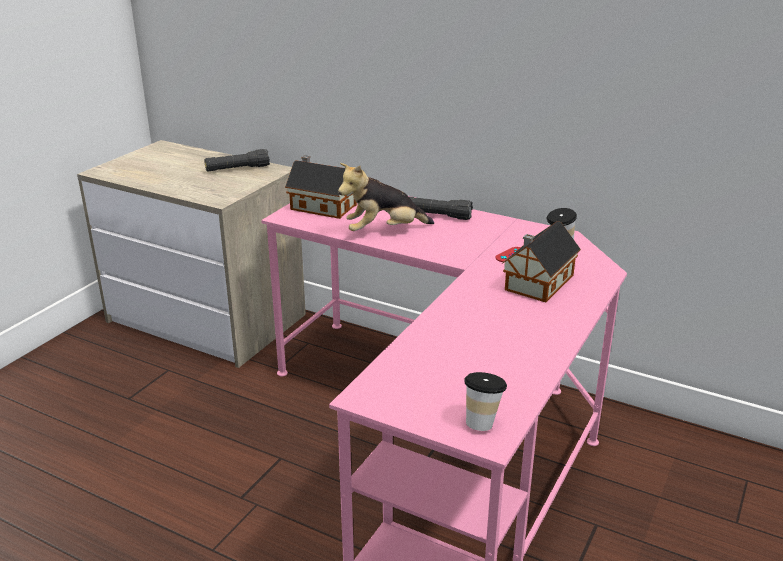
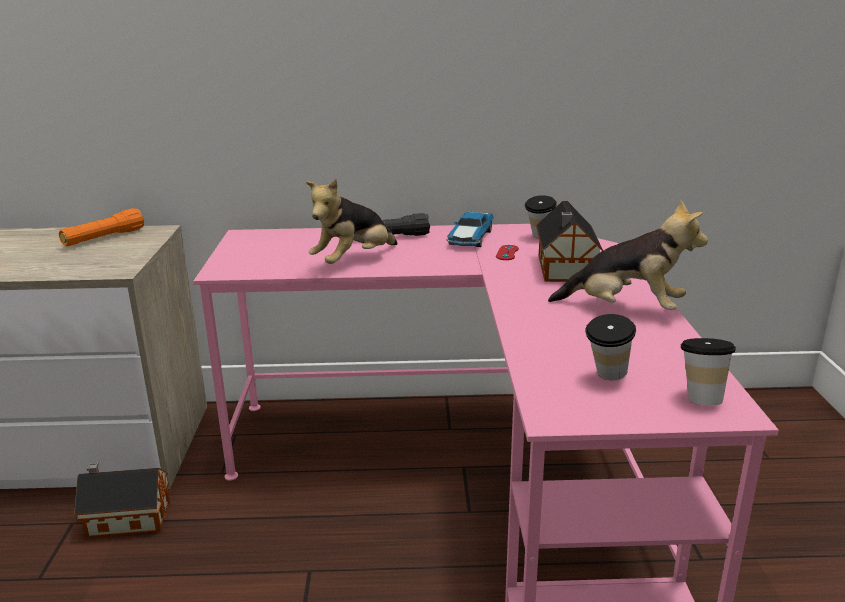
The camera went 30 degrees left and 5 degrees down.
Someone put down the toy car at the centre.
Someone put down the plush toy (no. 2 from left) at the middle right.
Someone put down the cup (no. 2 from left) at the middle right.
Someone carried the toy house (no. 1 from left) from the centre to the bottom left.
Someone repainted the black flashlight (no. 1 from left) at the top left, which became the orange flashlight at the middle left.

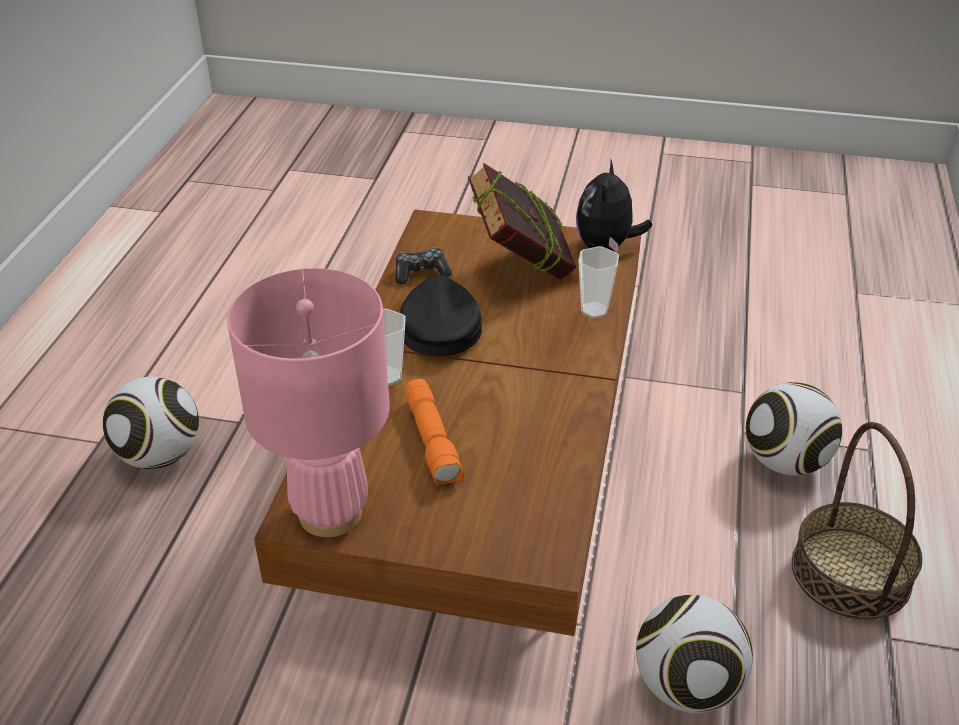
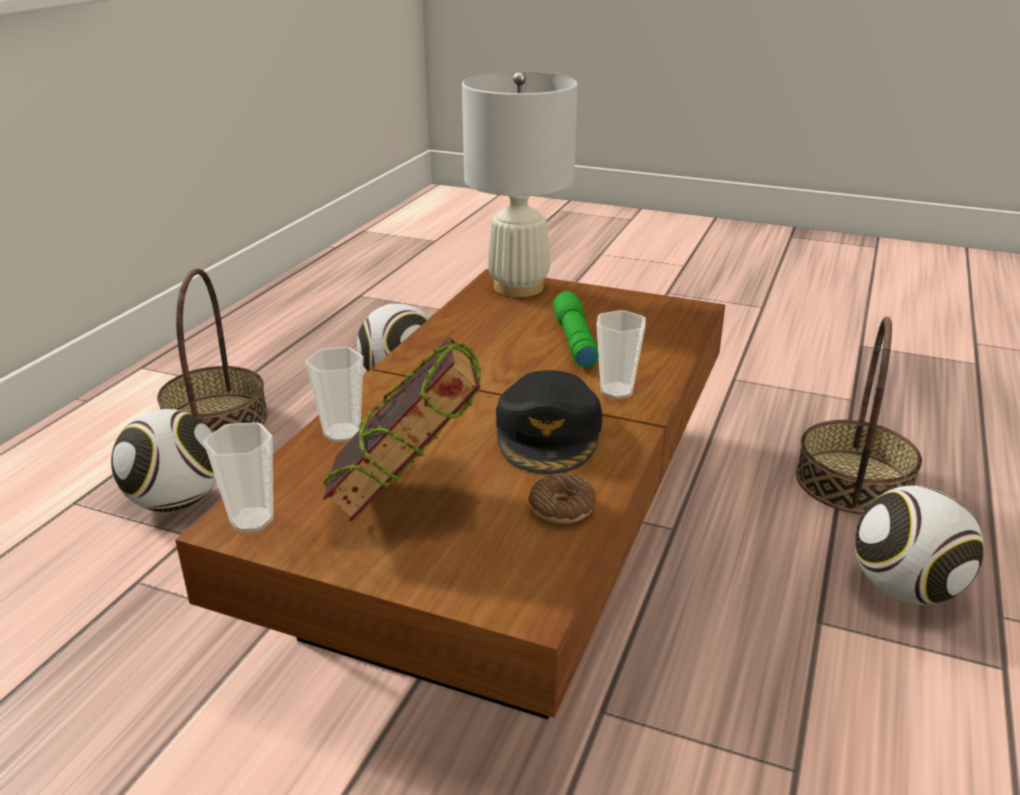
The camera went 170 degrees left and 10 degrees down.
Someone took away the pink table lamp at the middle left.
Someone put down the white table lamp at the top centre.
Someone put down the basket (no. 2 from left) at the middle right.
Someone swapped the game controller at the centre for the donut at the centre.
Someone swapped the plush toy at the top centre for the cup (no. 1 from left) at the middle left.
Someone repainted the orange flashlight at the centre, which became the green flashlight at the centre.

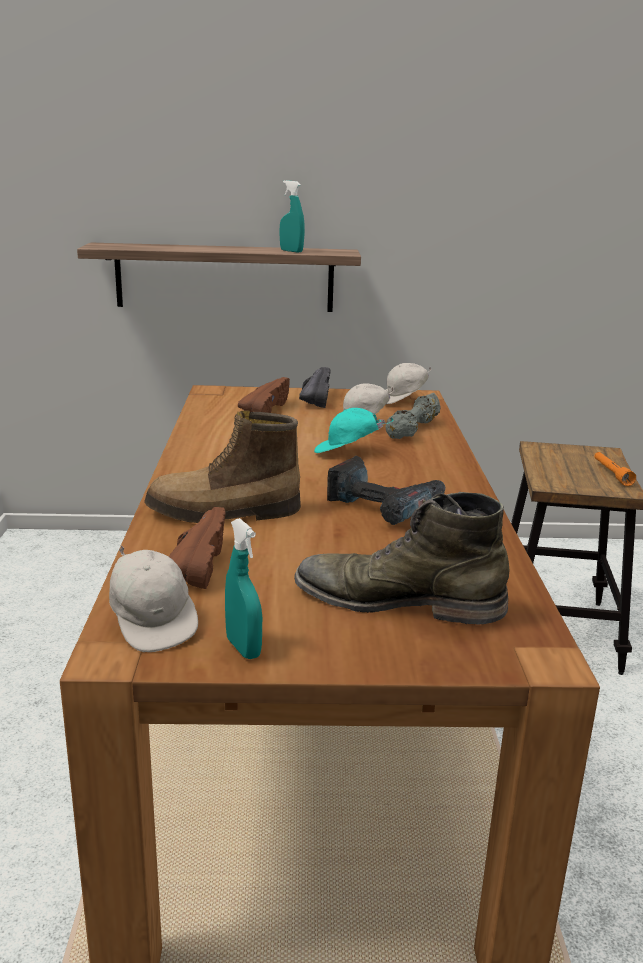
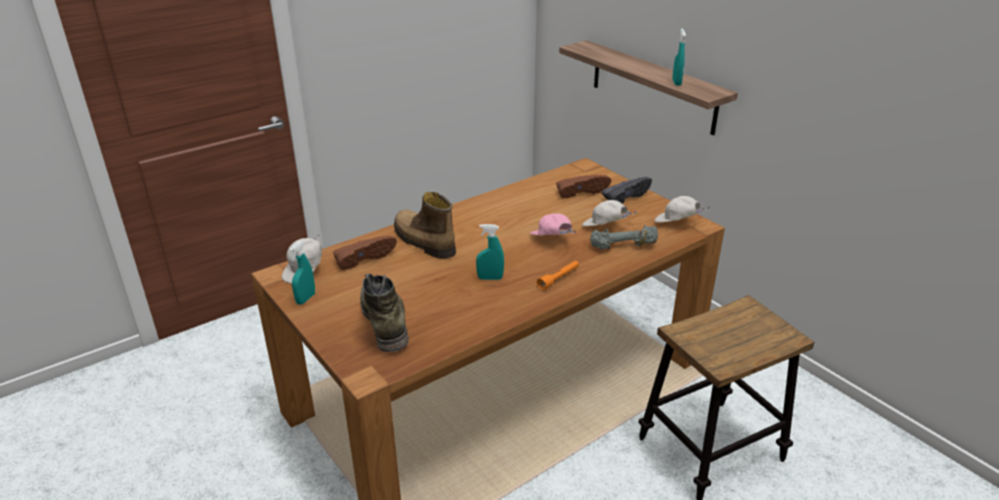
The camera went 55 degrees right and 10 degrees up.
Someone carried the orange flashlight from the middle right to the centre.
Someone swapped the power drill at the centre for the turquoise spray bottle (no. 2 from left) at the centre.
Someone repainted the turquoise cap at the centre, which became the pink cap at the centre.

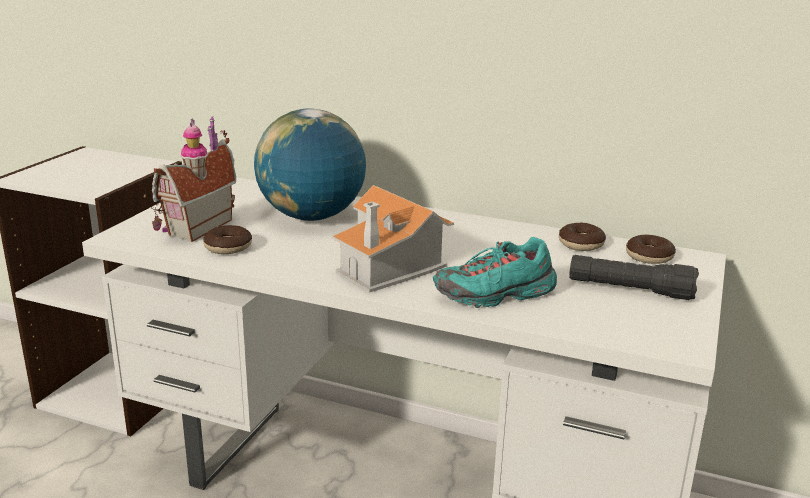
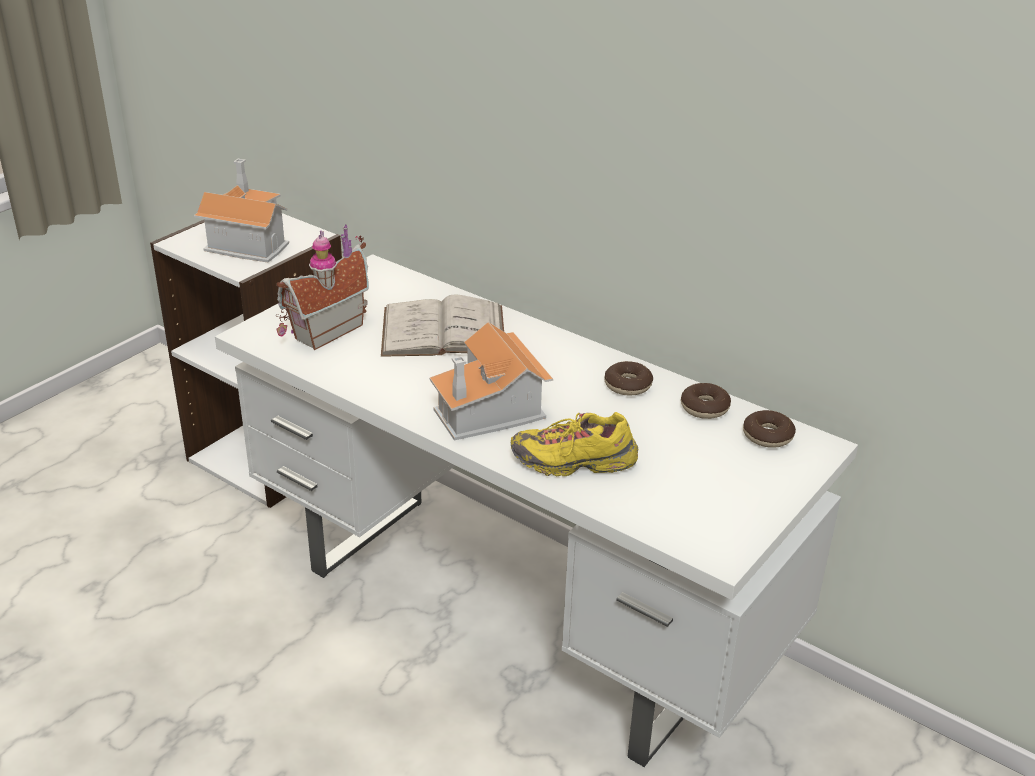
The camera went 15 degrees right and 10 degrees up.
Someone took away the black flashlight at the middle right.
Someone put down the toy house (no. 1 from left) at the top left.
Someone carried the donut (no. 1 from left) from the middle left to the centre.
Someone swapped the globe at the top centre for the white book at the centre.
Someone repainted the turquoise shoe at the centre, which became the yellow shoe at the centre.

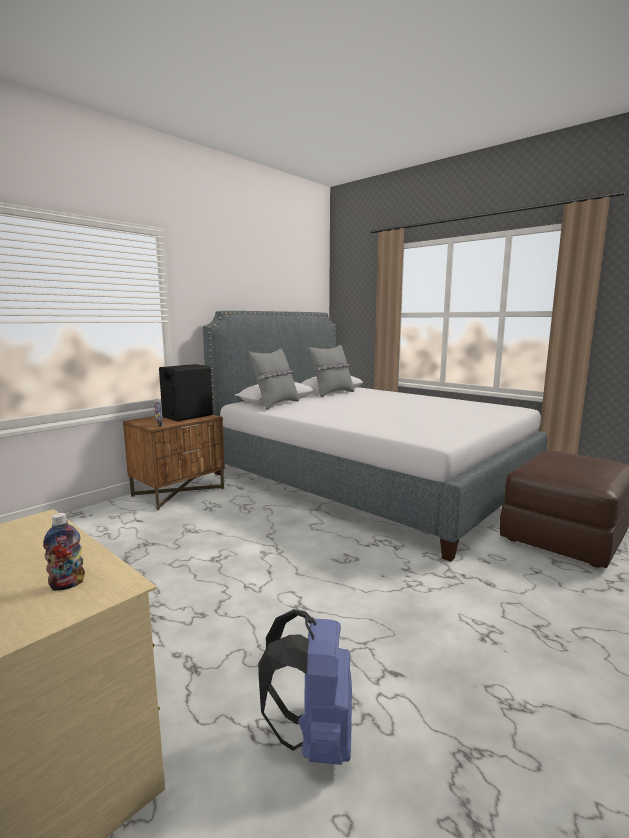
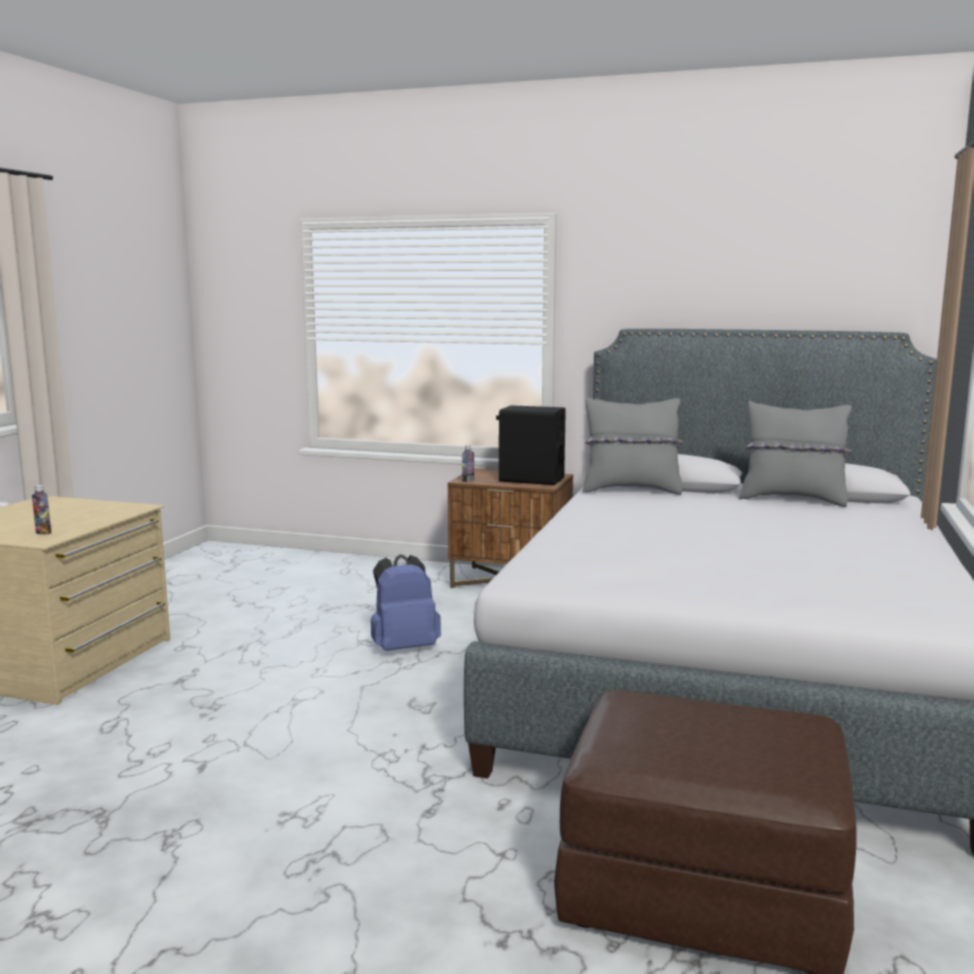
The camera went 65 degrees right and 0 degrees up.
Someone carried the blue backpack from the bottom centre to the centre.

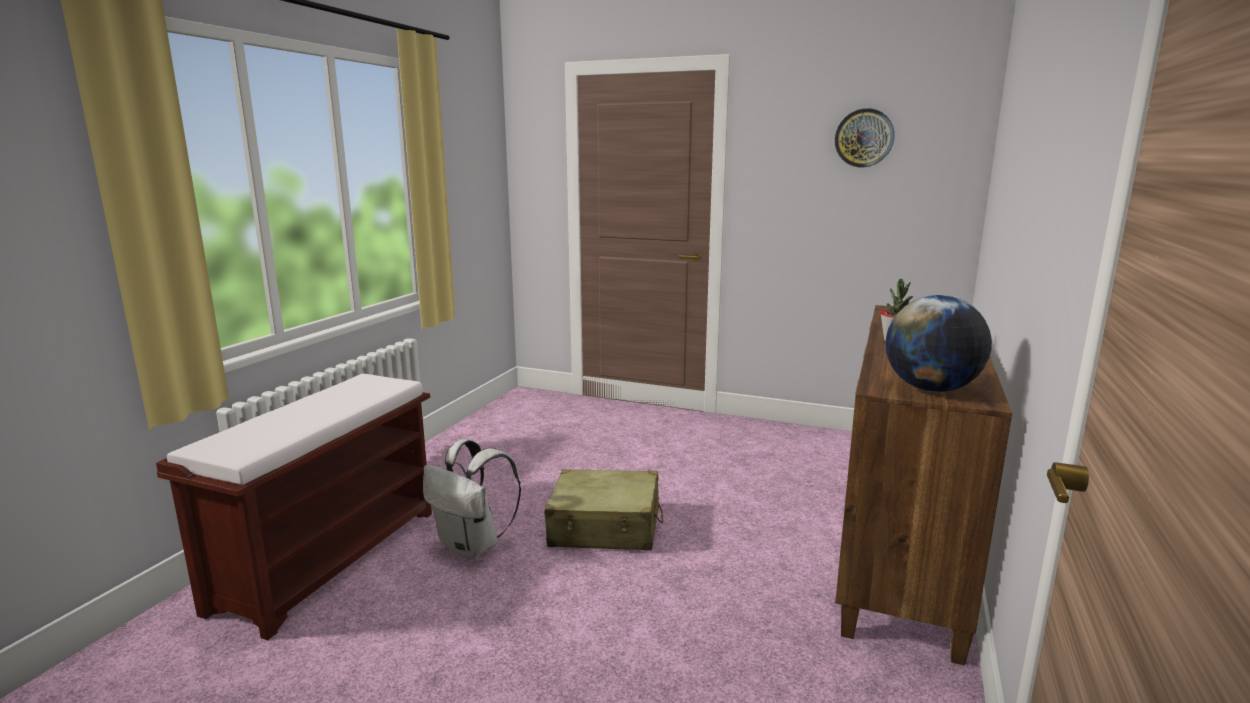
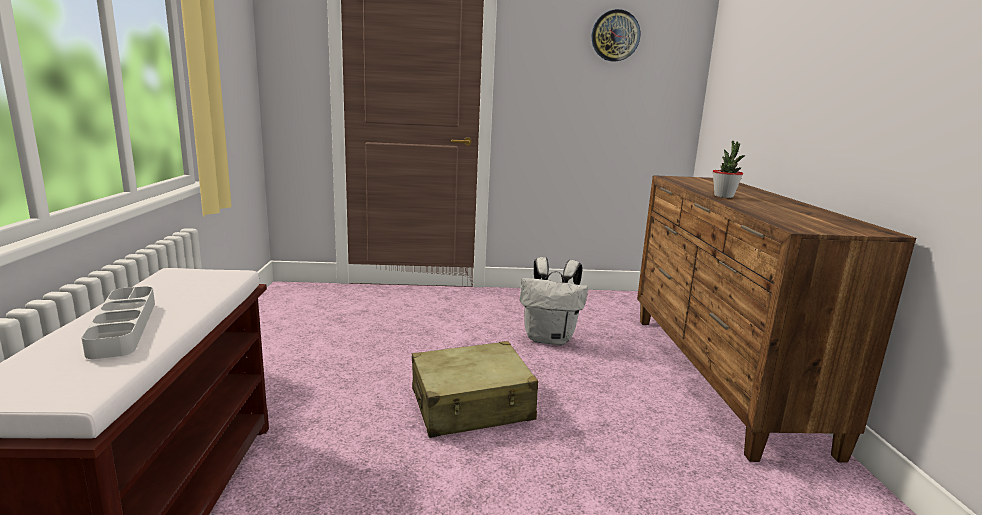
The camera went 25 degrees left and 0 degrees up.
Someone took away the globe at the middle right.
Someone put down the grey tray at the middle left.
Someone carried the white backpack from the bottom centre to the centre.

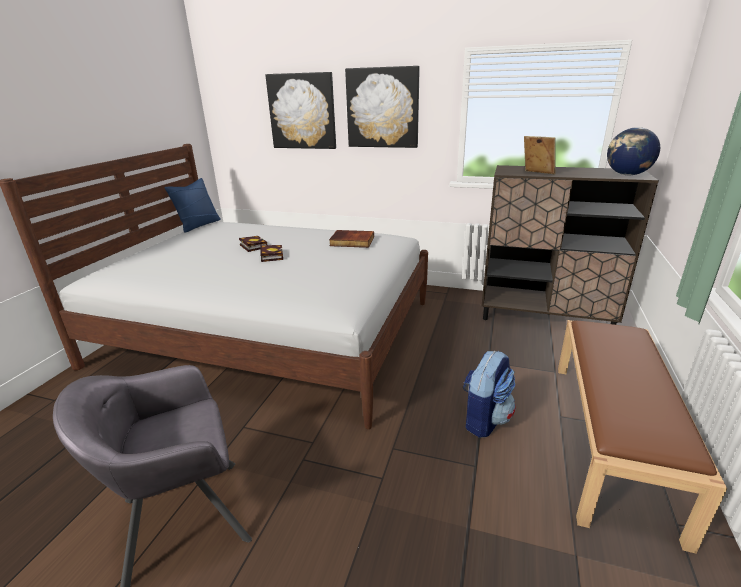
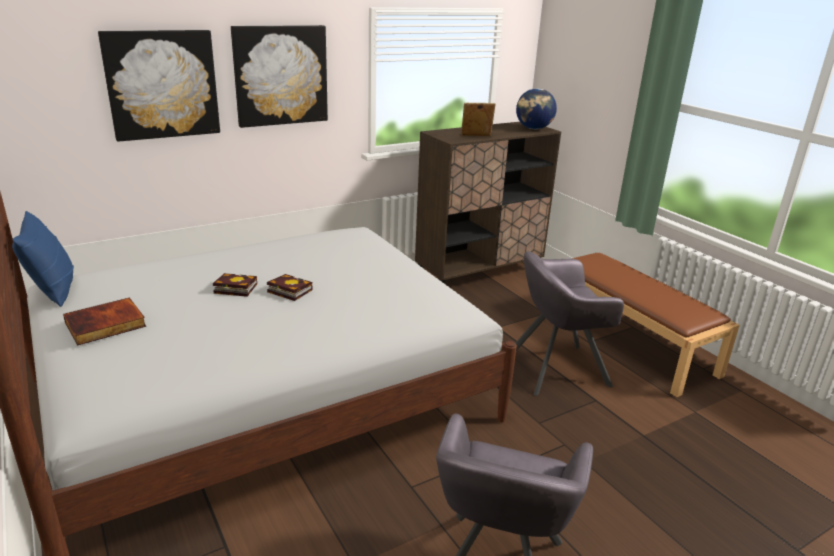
The camera went 50 degrees left and 0 degrees up.
Someone carried the book (no. 3 from left in the first image) from the centre to the middle left.
Someone swapped the backpack at the bottom centre for the grey armchair (no. 2 from left) at the middle right.

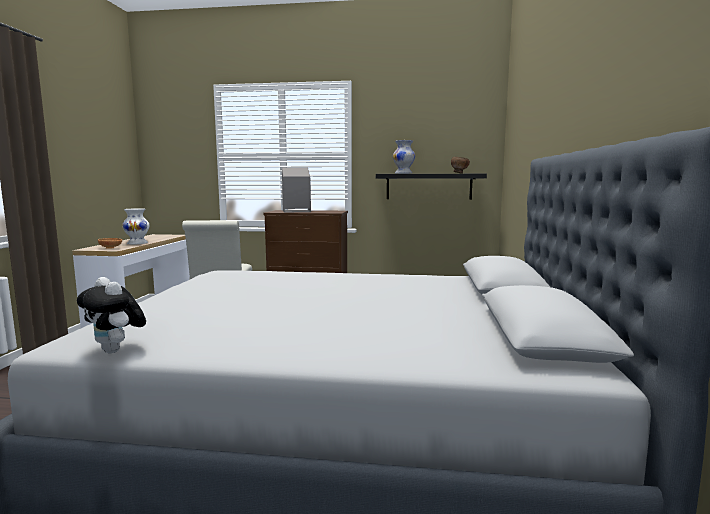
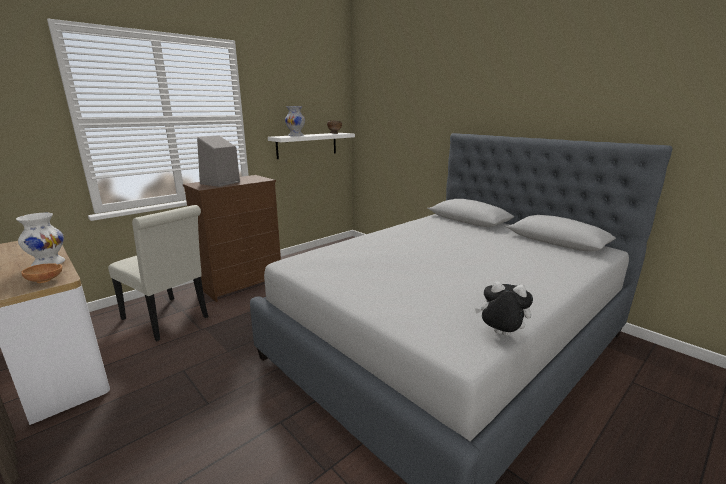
The camera went 50 degrees left and 10 degrees up.
Someone repainted the black shelf at the centre, which became the white shelf at the top centre.
Someone rotated the plush toy at the middle left by 150 degrees counterclockwise.

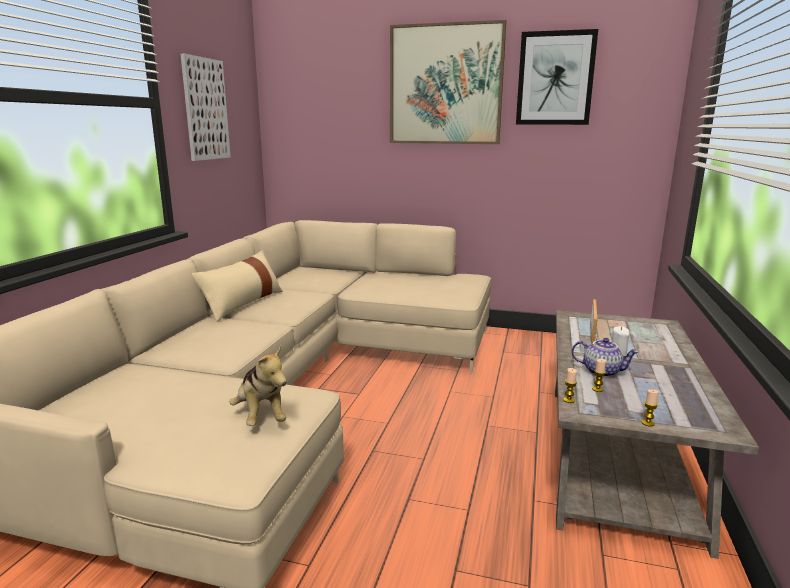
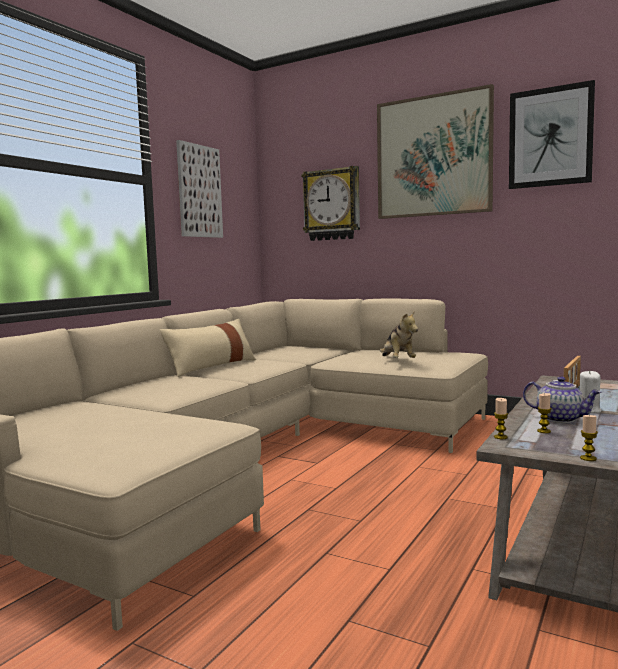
The camera went 15 degrees right and 10 degrees down.
Someone put up the wall clock at the top centre.
Someone carried the plush toy from the middle left to the centre.

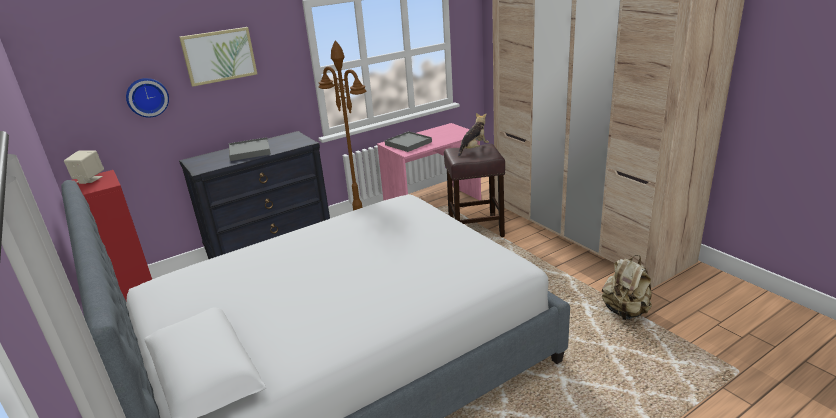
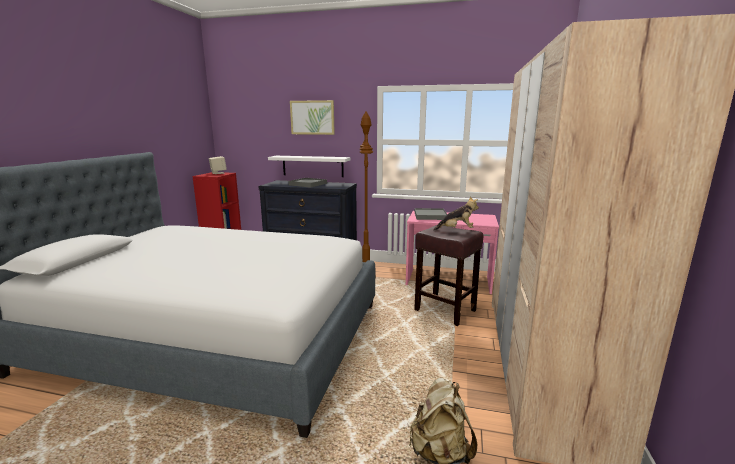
The camera went 45 degrees right and 10 degrees down.
Someone took away the wall clock at the top left.
Someone put up the white shelf at the centre.

